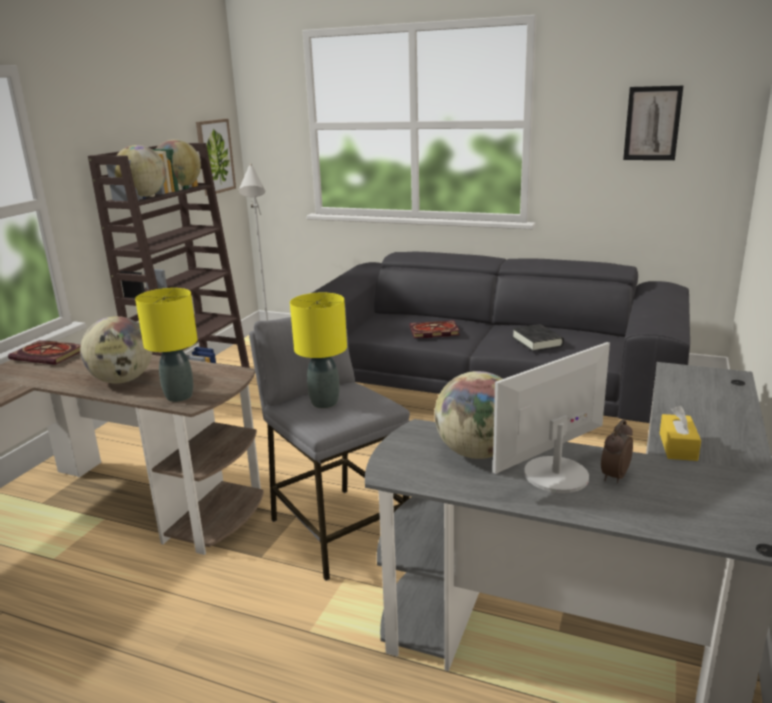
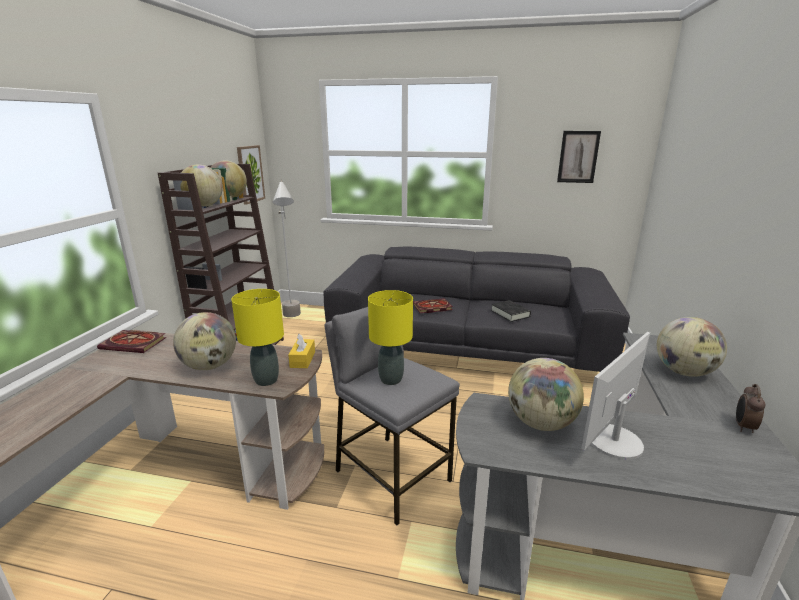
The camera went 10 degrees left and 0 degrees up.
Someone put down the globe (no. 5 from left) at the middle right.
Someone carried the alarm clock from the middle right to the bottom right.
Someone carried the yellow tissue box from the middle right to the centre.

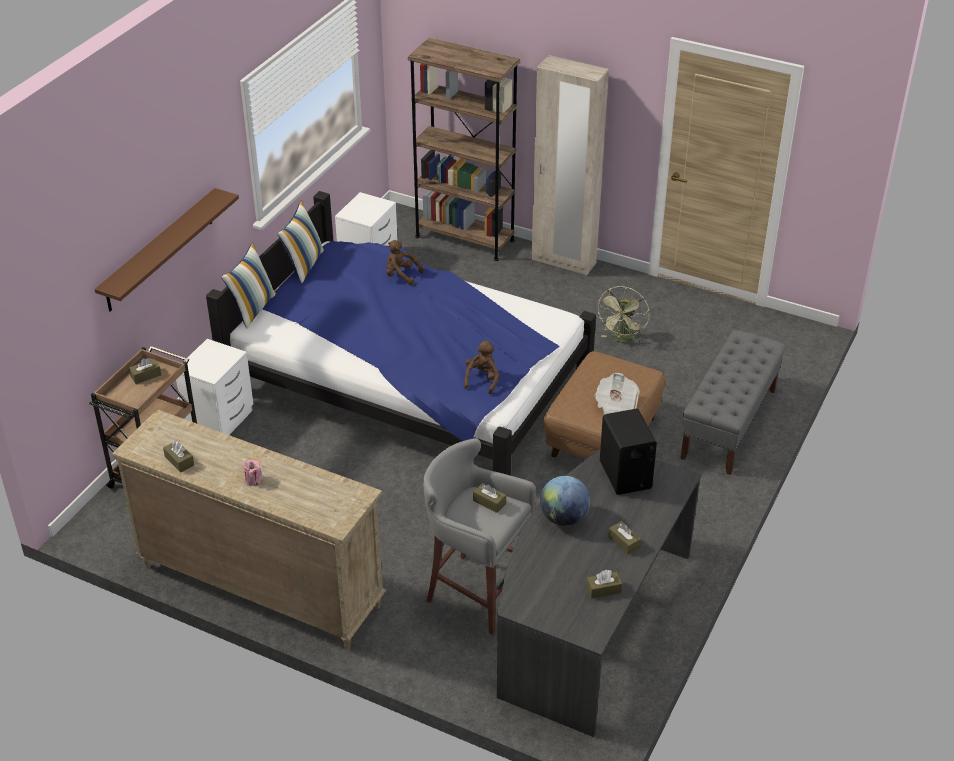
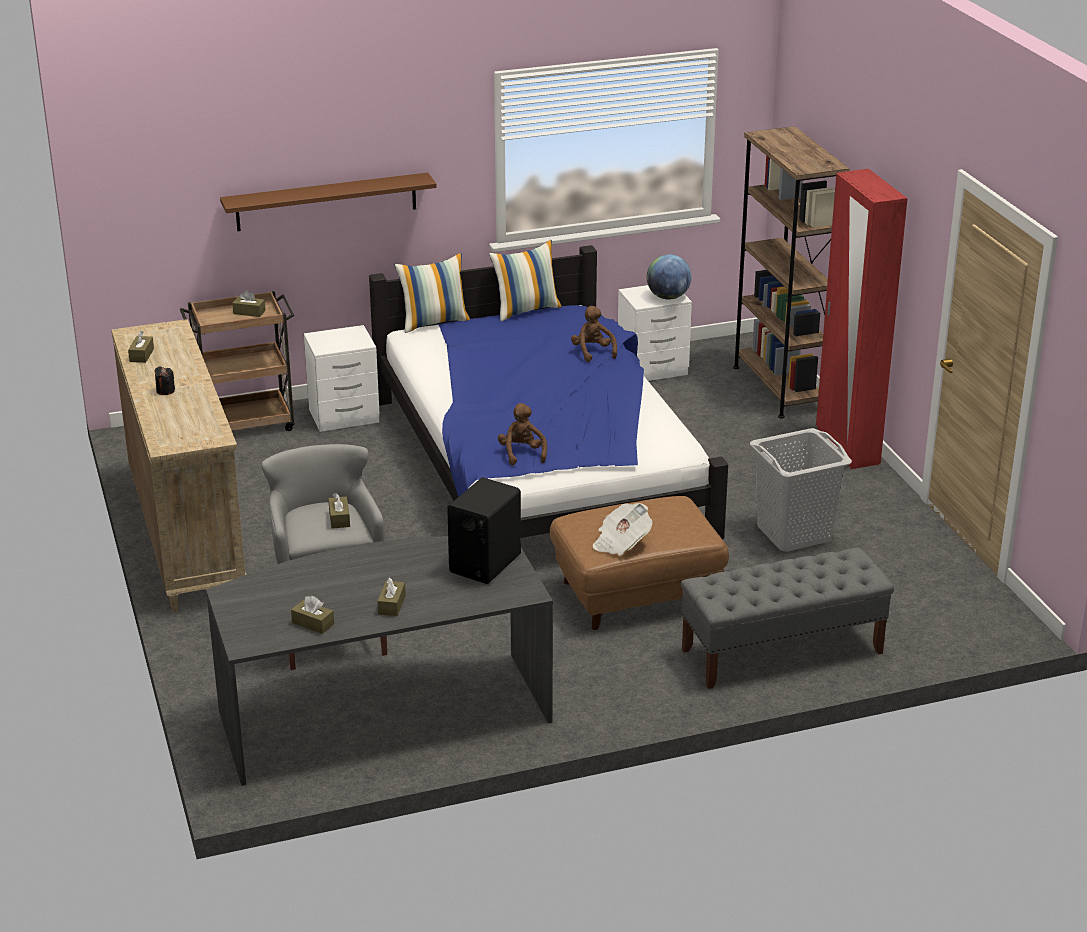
The camera went 45 degrees right and 10 degrees down.
Someone carried the globe from the centre to the top centre.
Someone swapped the green fan at the centre for the grey laundry basket at the middle right.
Someone repainted the pink candle at the middle left, which became the black candle at the middle left.
Someone repainted the beige wardrobe at the top centre, which became the red wardrobe at the middle right.
Someone rotated the brown plush toy (no. 2 from left in the first image) at the centre by 75 degrees counterclockwise.

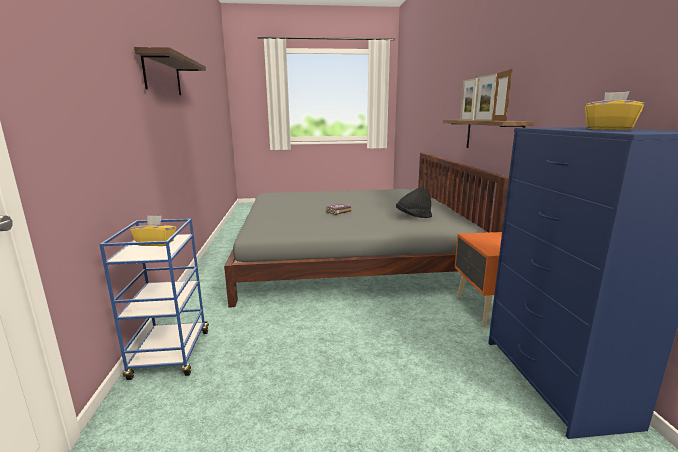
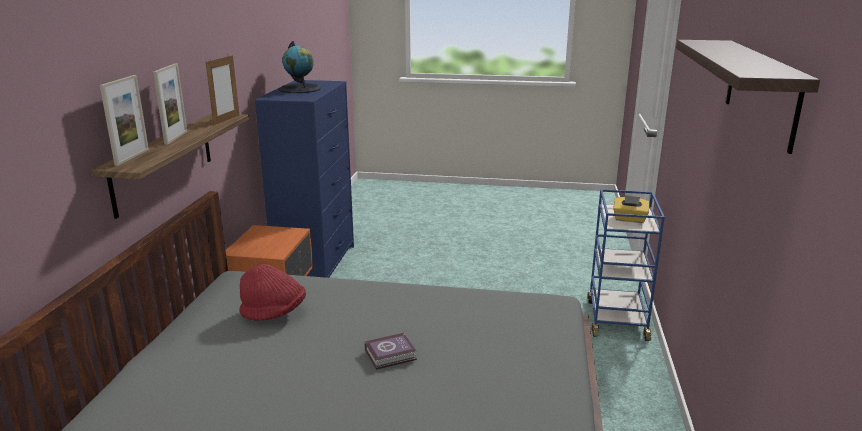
The camera went 165 degrees left and 5 degrees up.
Someone swapped the yellow tissue box (no. 2 from left) at the top right for the globe at the top centre.
Someone repainted the black hat at the centre, which became the red hat at the bottom left.

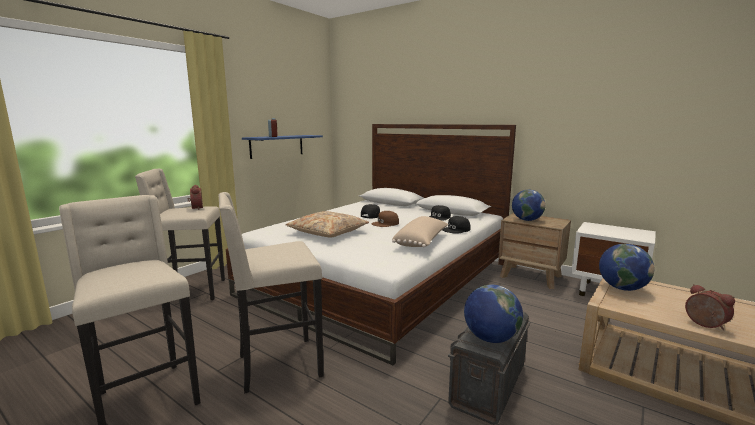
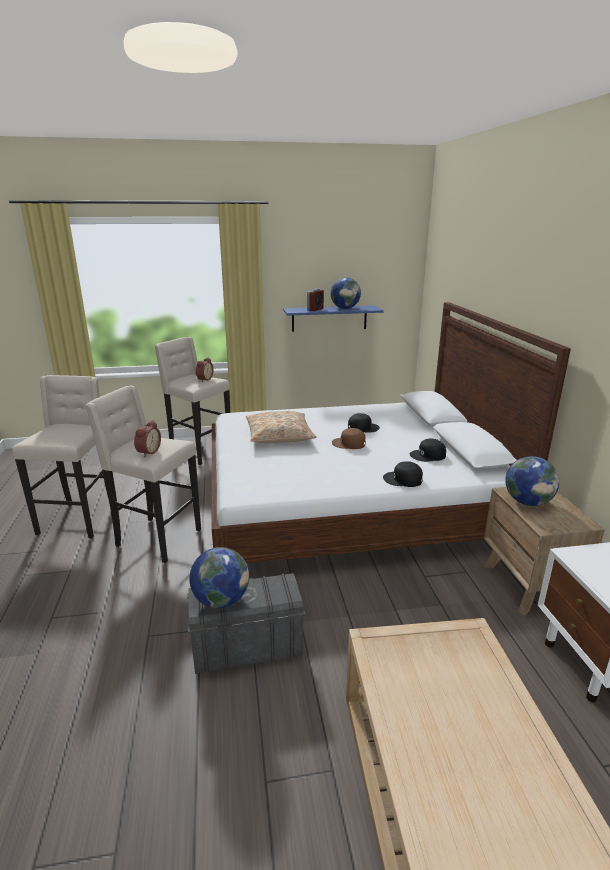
The camera went 45 degrees right and 10 degrees up.
Someone took away the beige pillow (no. 2 from left) at the centre.
Someone carried the globe (no. 3 from left in the first image) from the middle right to the centre.
Someone carried the alarm clock (no. 3 from left in the first image) from the bottom right to the middle left.

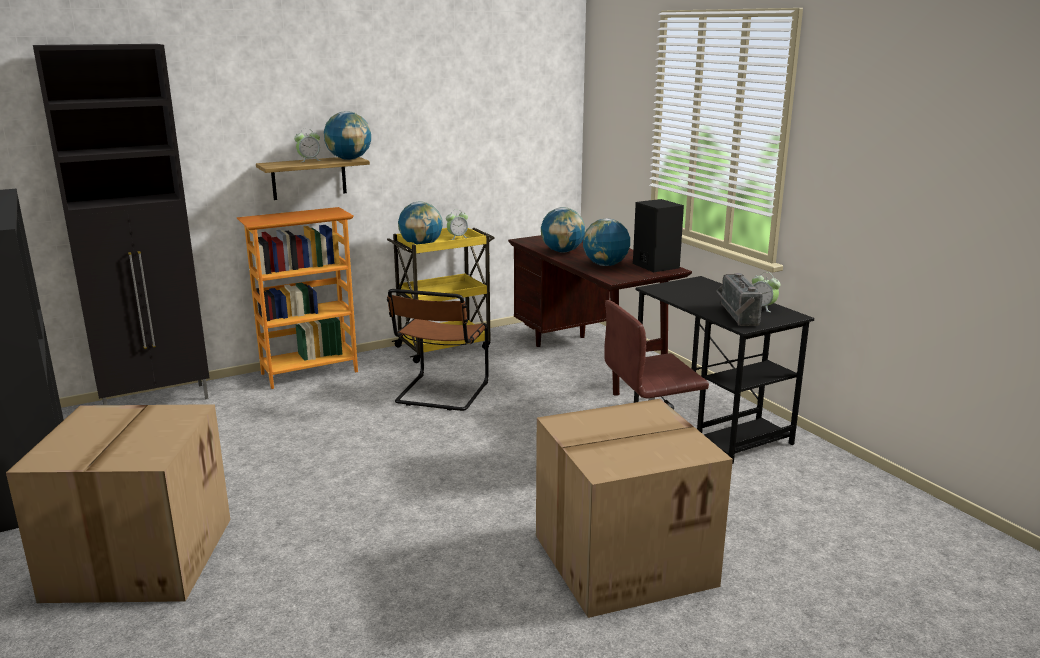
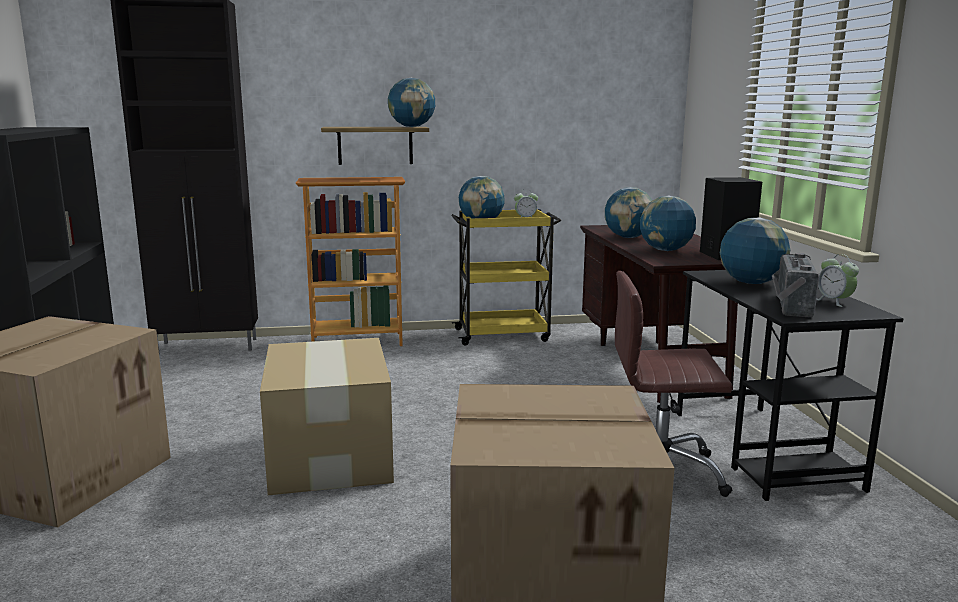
The camera went 20 degrees right and 5 degrees down.
Someone took away the alarm clock (no. 1 from left) at the top left.
Someone took away the brown chair at the centre.
Someone put down the cardboard box (no. 2 from left) at the bottom centre.
Someone put down the globe (no. 5 from left) at the middle right.

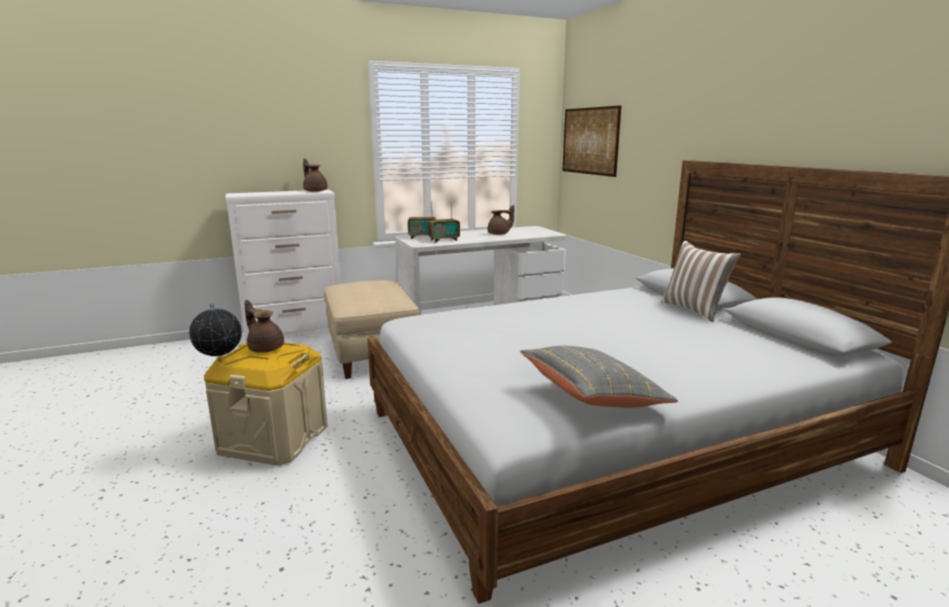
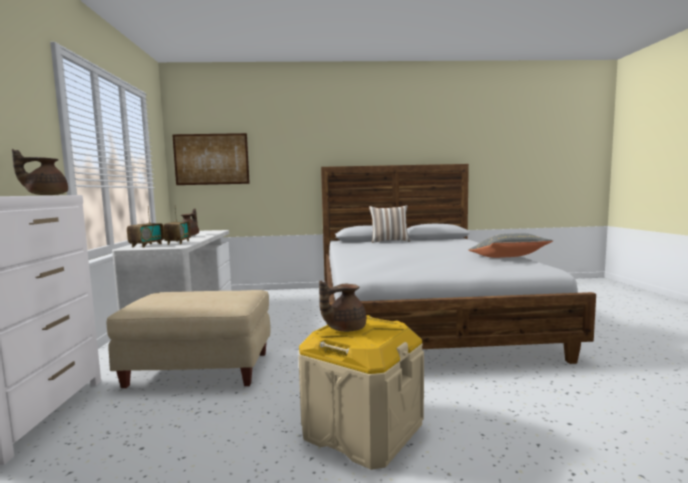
The camera went 70 degrees left and 10 degrees down.
Someone took away the globe at the middle left.

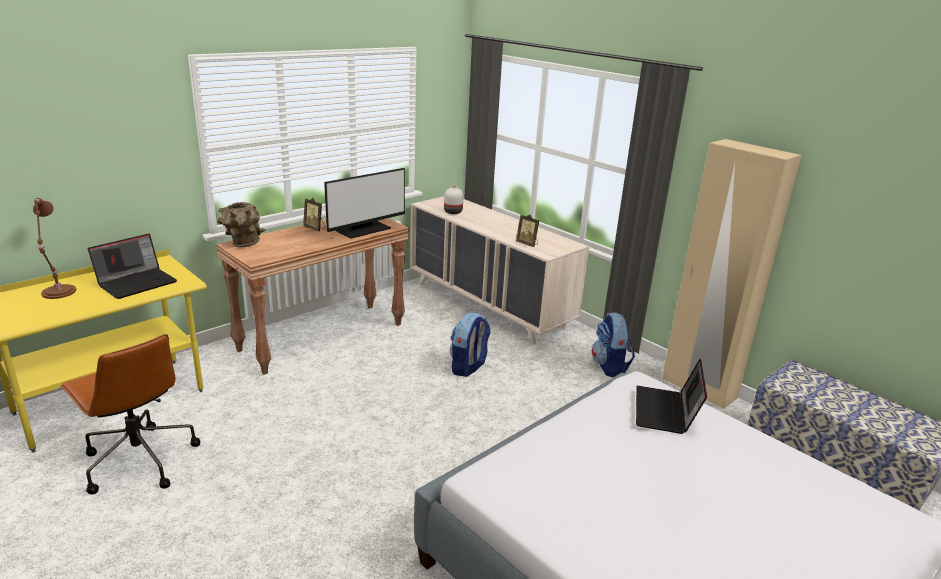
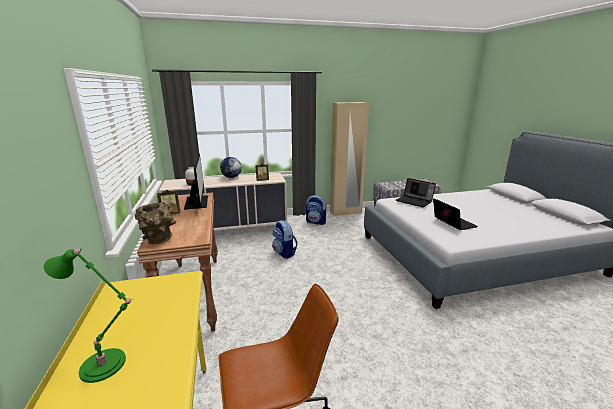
The camera went 60 degrees left and 5 degrees down.
Someone put down the globe at the centre.
Someone carried the laptop (no. 1 from left in the first image) from the middle left to the middle right.
Someone repainted the brown table lamp at the middle left, which became the green table lamp at the bottom left.

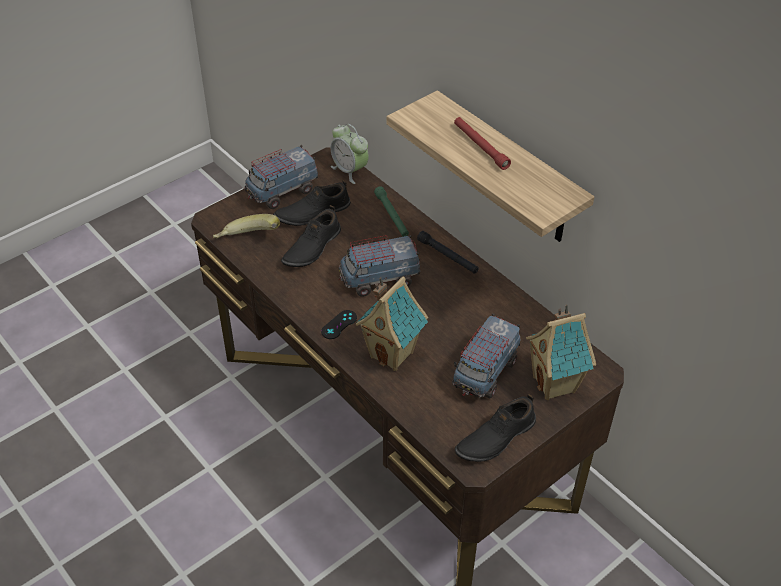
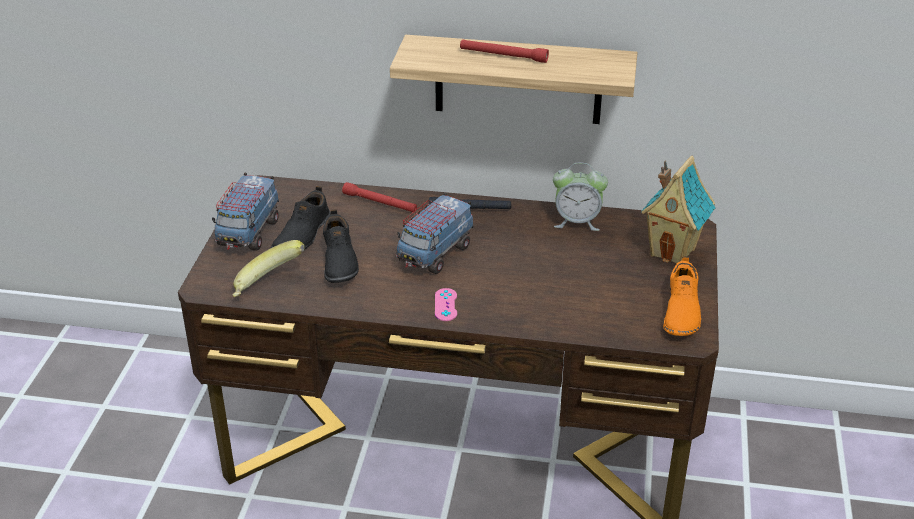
The camera went 40 degrees left and 10 degrees down.
Someone took away the toy house (no. 1 from left) at the centre.
Someone took away the toy truck (no. 3 from left) at the centre.
Someone carried the alarm clock from the top centre to the centre.
Someone repainted the black game controller at the centre, which became the pink game controller at the centre.
Someone repainted the green flashlight at the centre, which became the red flashlight (no. 1 from left) at the centre.
Someone repainted the black shoe (no. 3 from left) at the bottom centre, which became the orange shoe at the middle right.

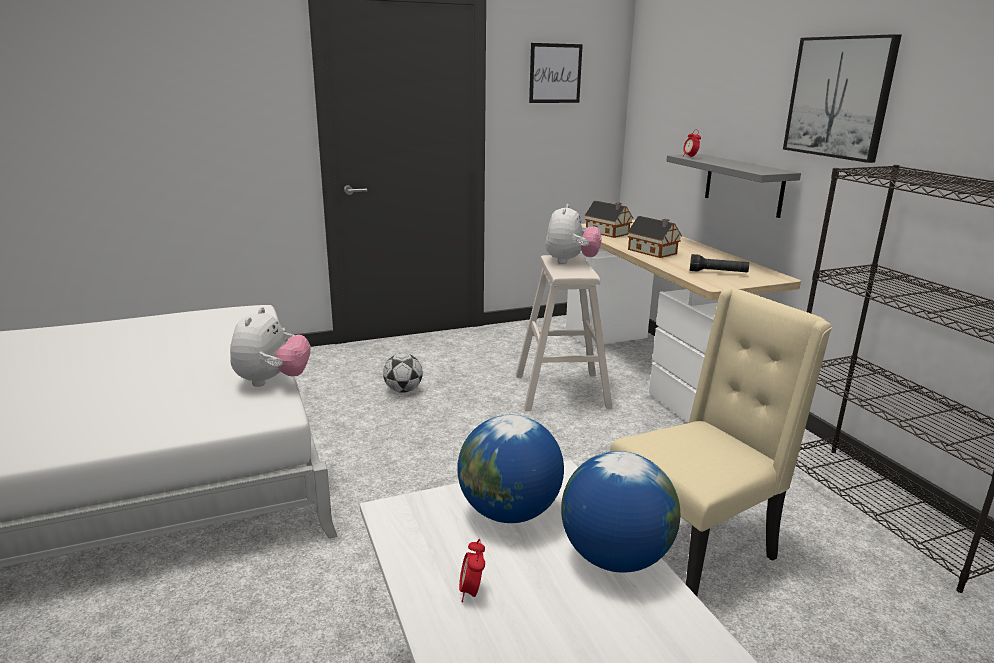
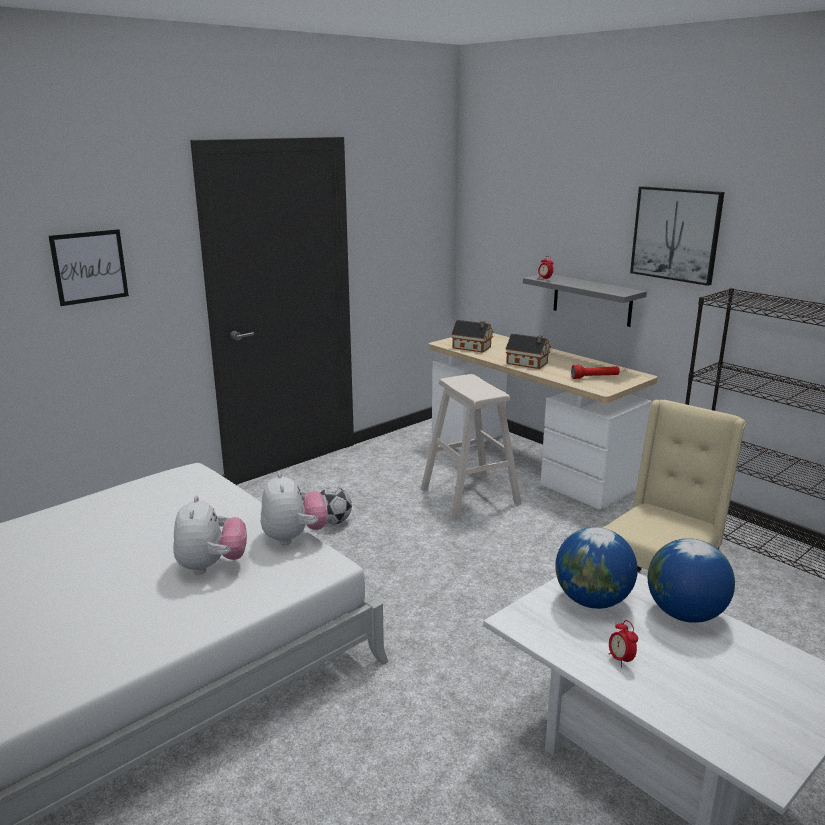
The camera went 20 degrees left and 0 degrees up.
Someone carried the picture (no. 1 from left) from the top centre to the top left.
Someone carried the plush toy (no. 2 from left in the first image) from the centre to the middle left.
Someone repainted the black flashlight at the middle right, which became the red flashlight at the middle right.

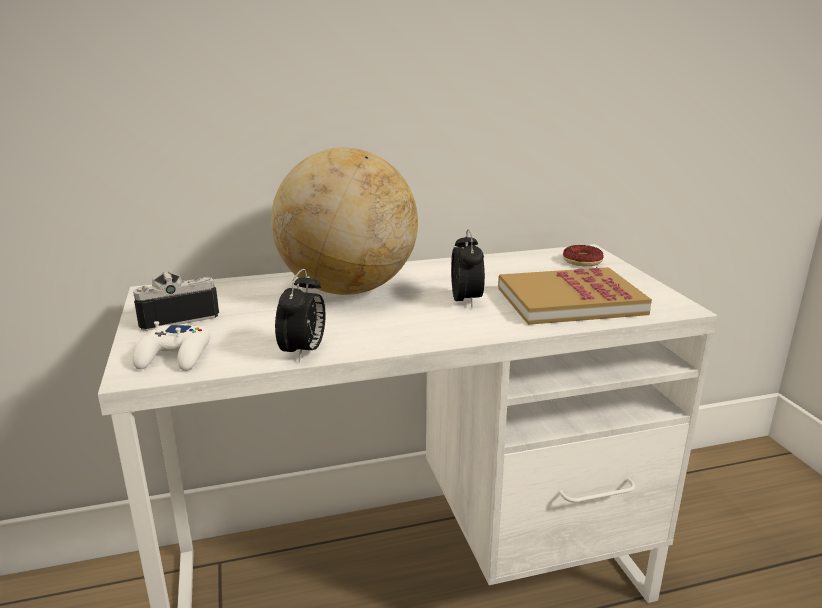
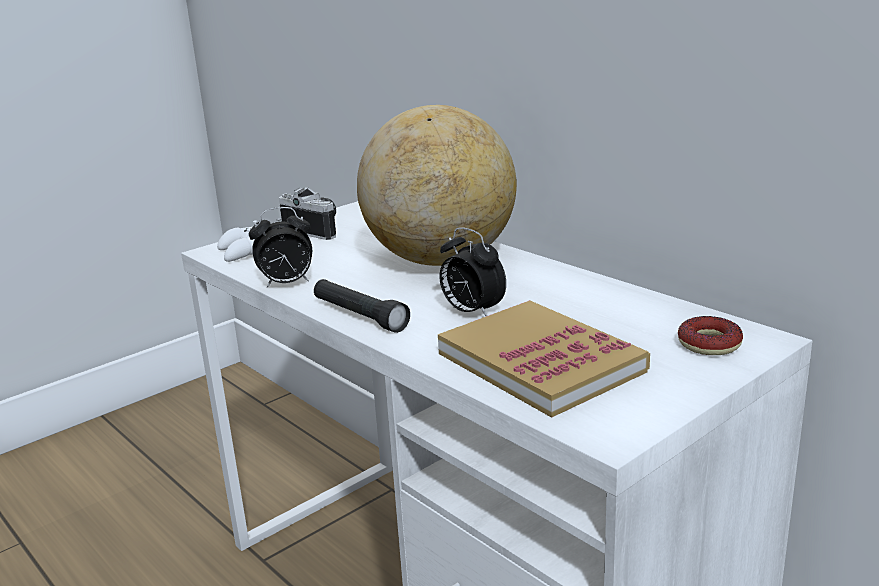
The camera went 65 degrees right and 0 degrees up.
Someone put down the black flashlight at the centre.
Someone rotated the alarm clock (no. 2 from left) at the centre by 75 degrees clockwise.

